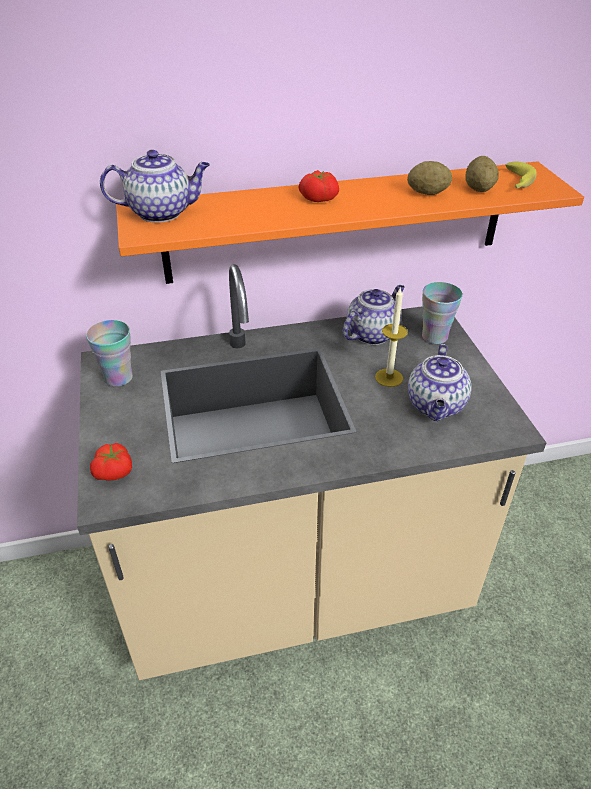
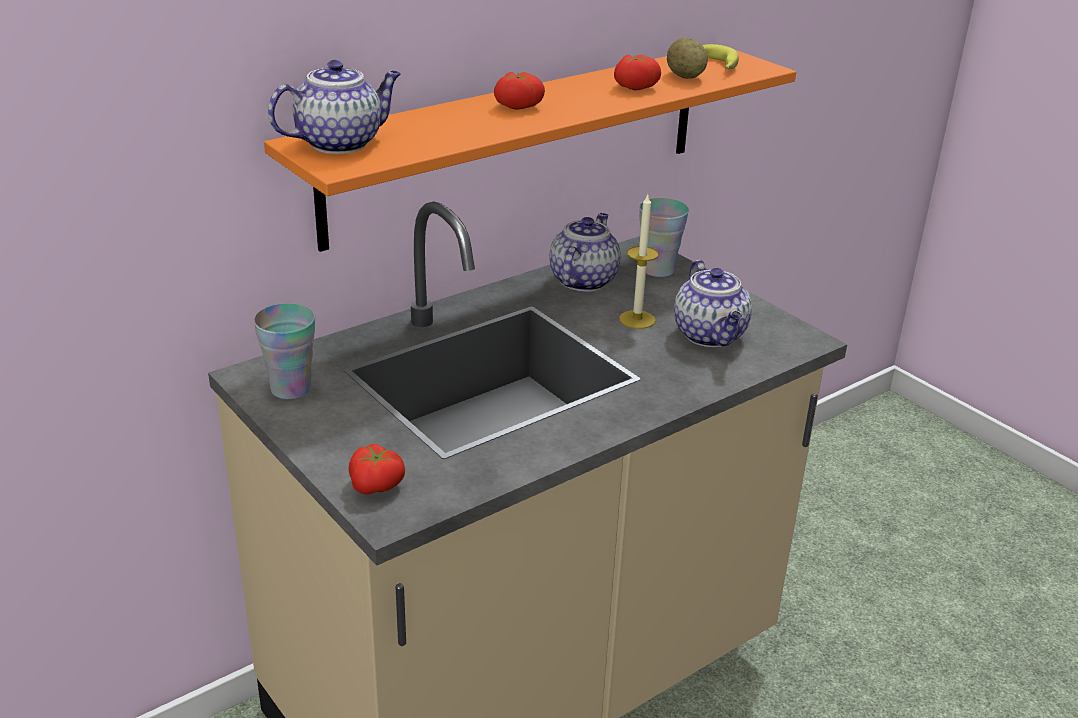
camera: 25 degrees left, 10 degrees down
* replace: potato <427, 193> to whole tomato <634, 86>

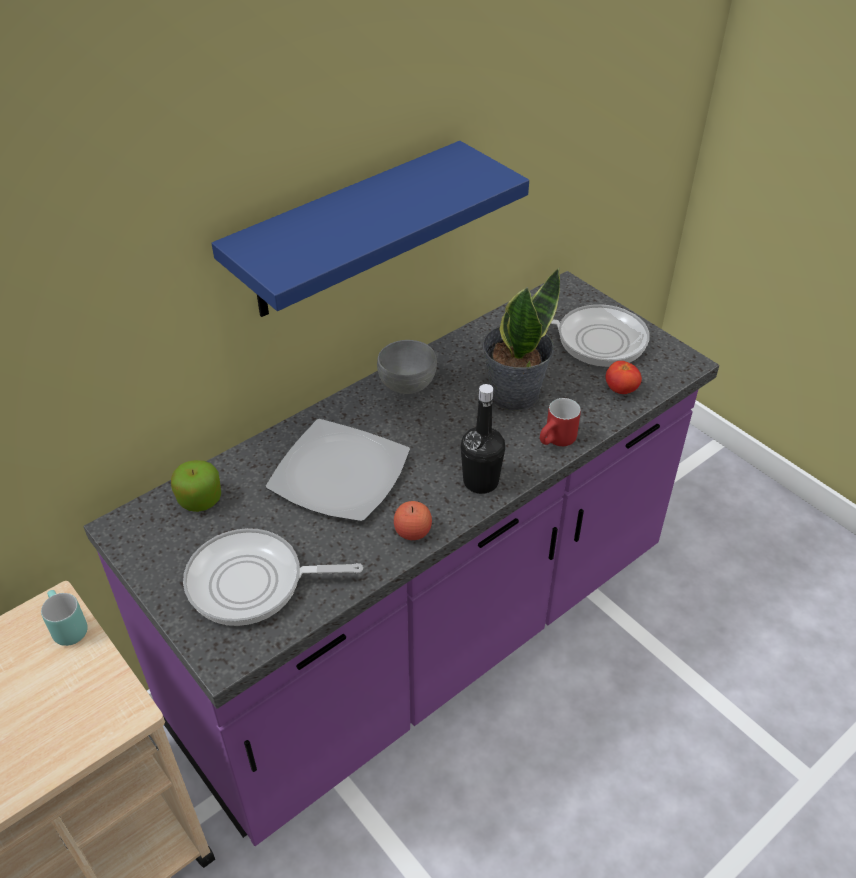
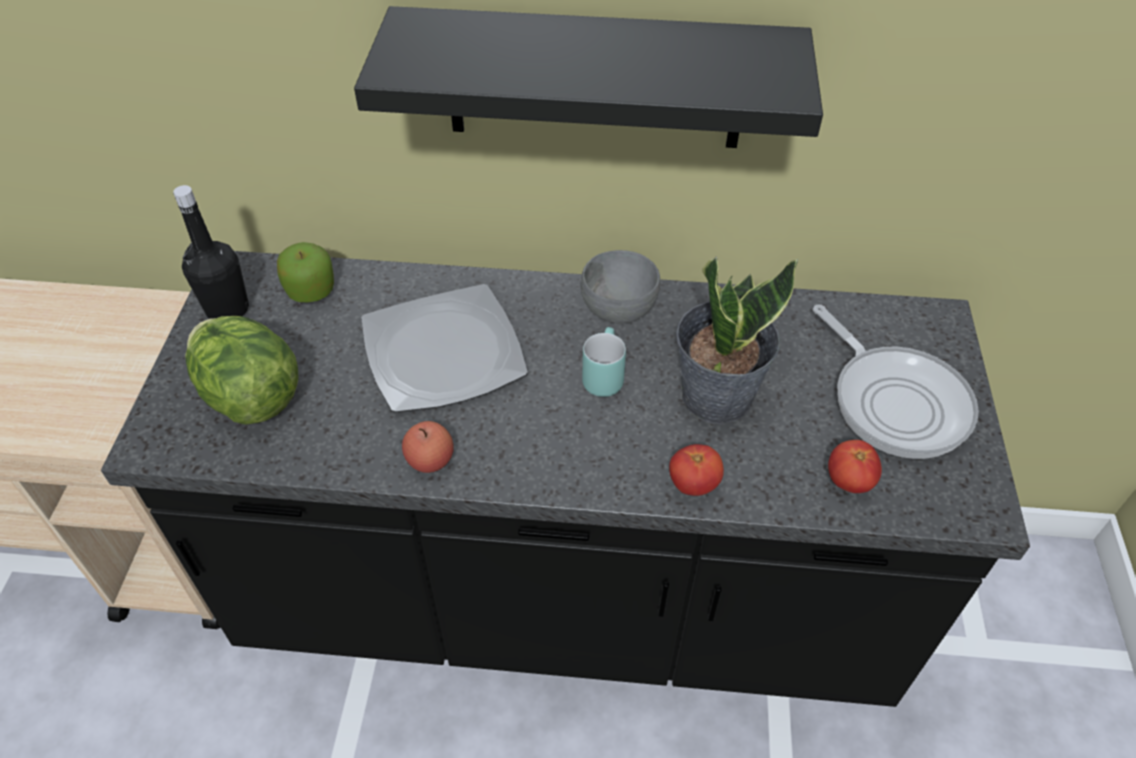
camera: 45 degrees right, 5 degrees up
* move: turquoise mug <65, 628> to <601, 375>
* recolor: purple counter <428, 641> to black-coloured counter <566, 601>
* replace: skillet <253, 583> to lettuce head <250, 396>
* recolor: blue bracket shelf <347, 232> to black-coloured bracket shelf <595, 79>
* move: black-coloured beverage bottle <480, 482> to <227, 309>
* replace: reddish mug <557, 442> to whole tomato <693, 484>

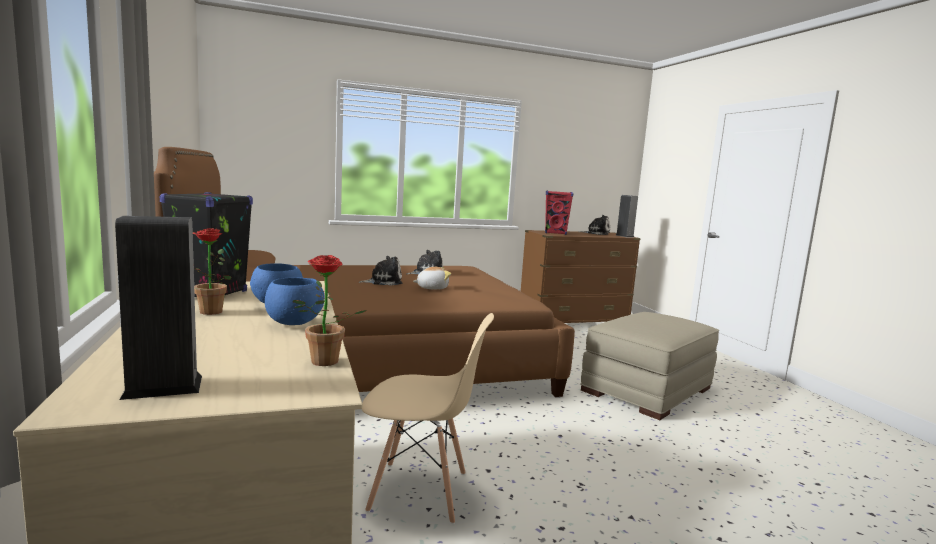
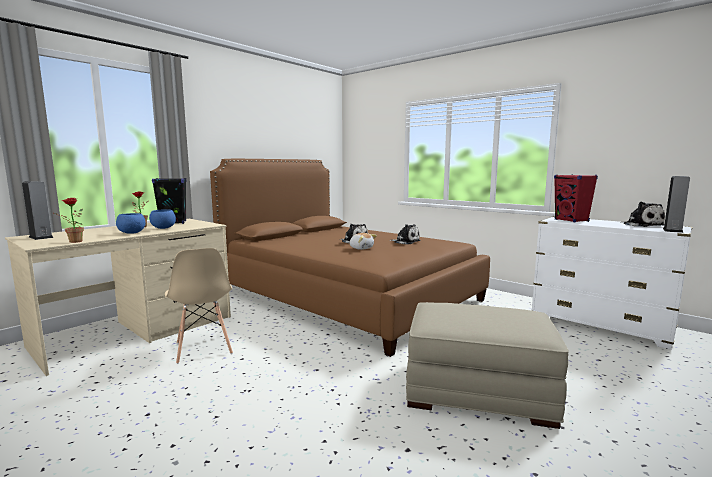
camera: 60 degrees right, 0 degrees up
* recolor: brown-coloured dresser <573, 321> to white dresser <600, 325>

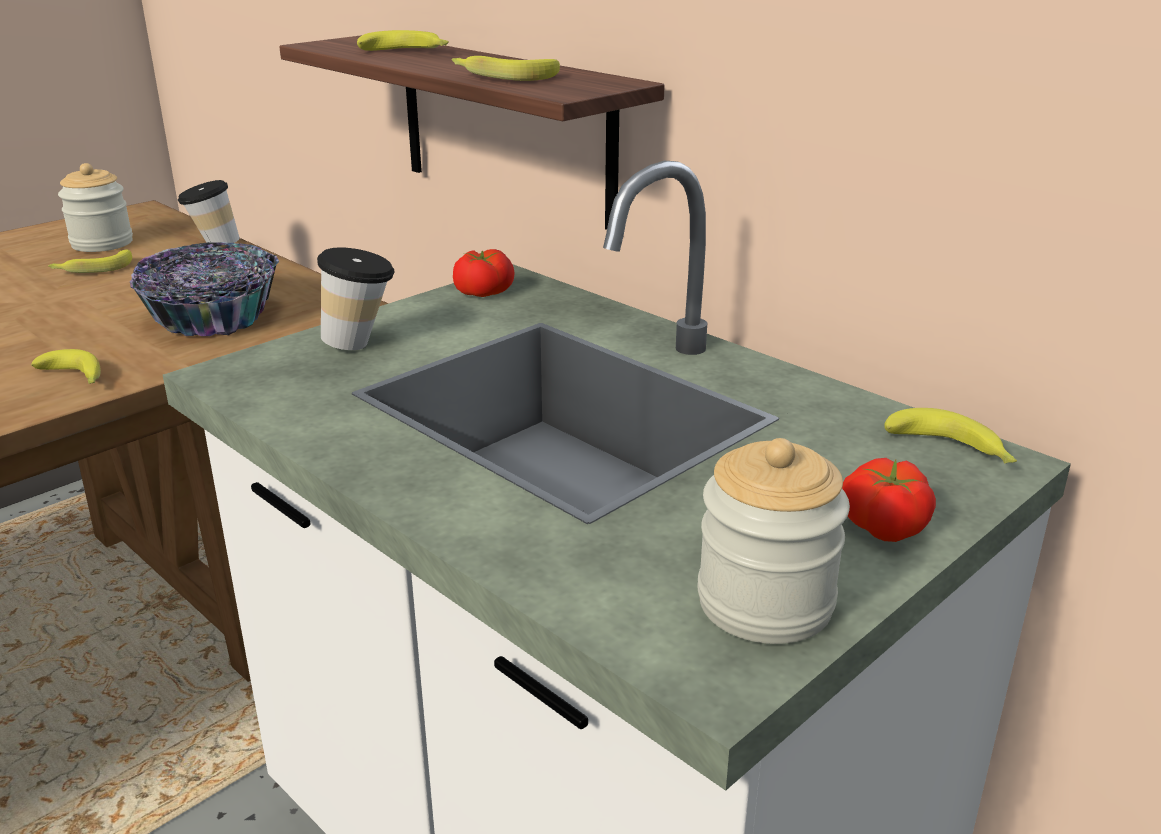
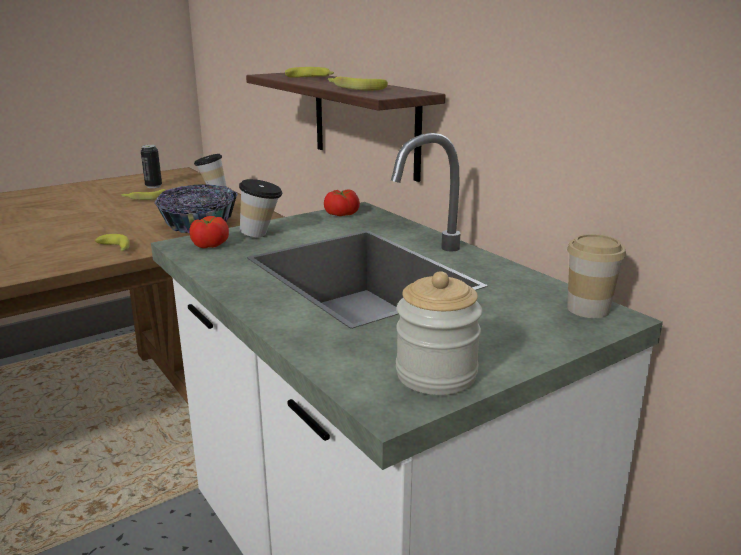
camera: 10 degrees right, 5 degrees down
* replace: storage jar <102, 243> to can <153, 186>
* move: whole tomato <882, 526> to <209, 245>
* replace: whole banana <952, 450> to small cup <588, 309>

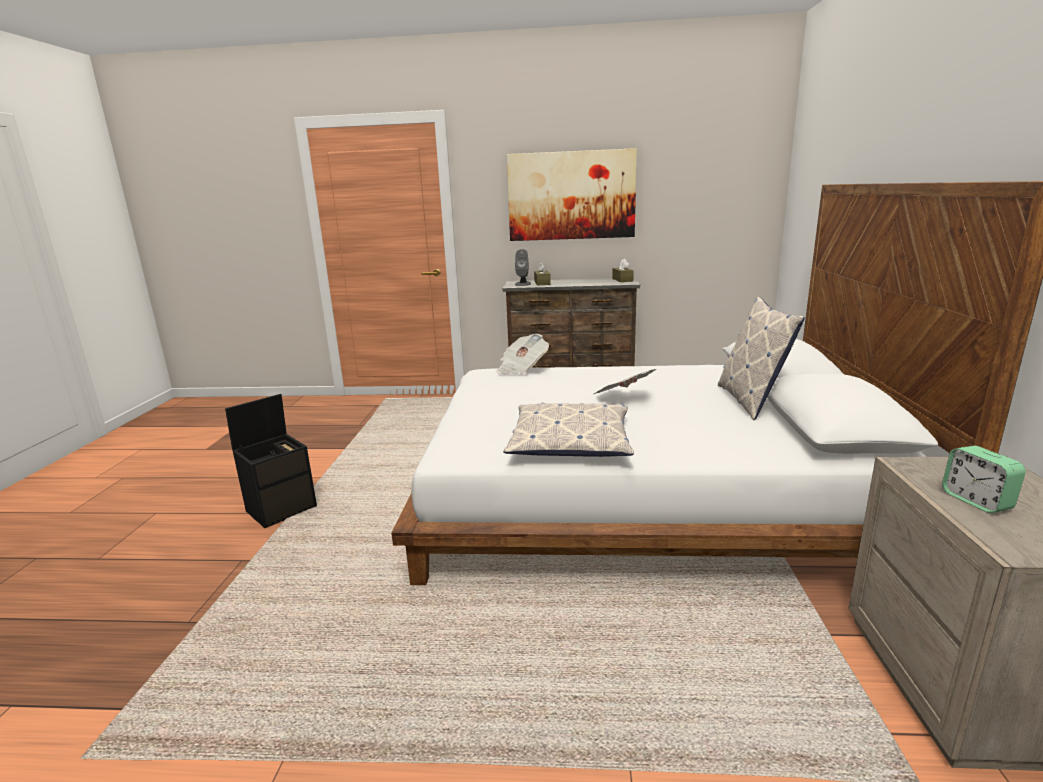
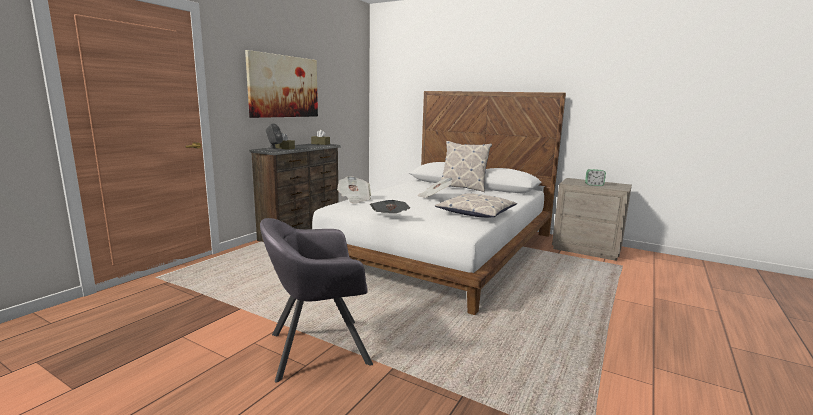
camera: 65 degrees left, 5 degrees down
* replace: black-coloured storage bin <282, 508> to greyish easy chair <318, 348>
* insert: newspaper <390, 218>

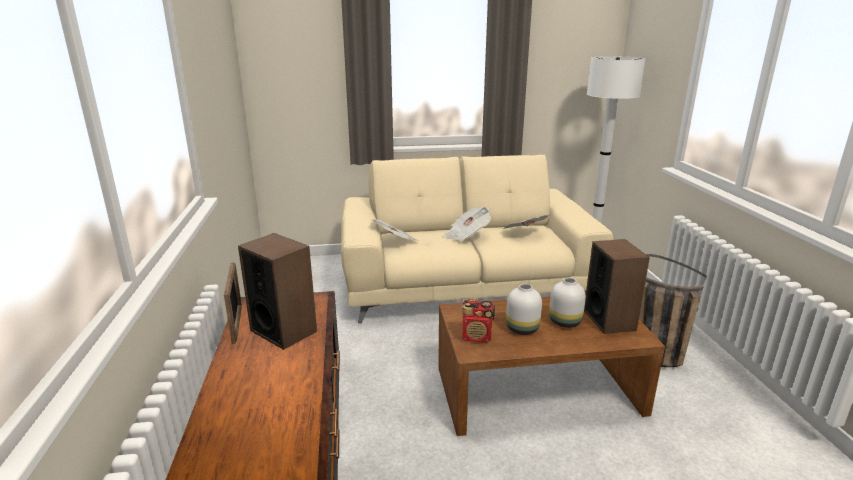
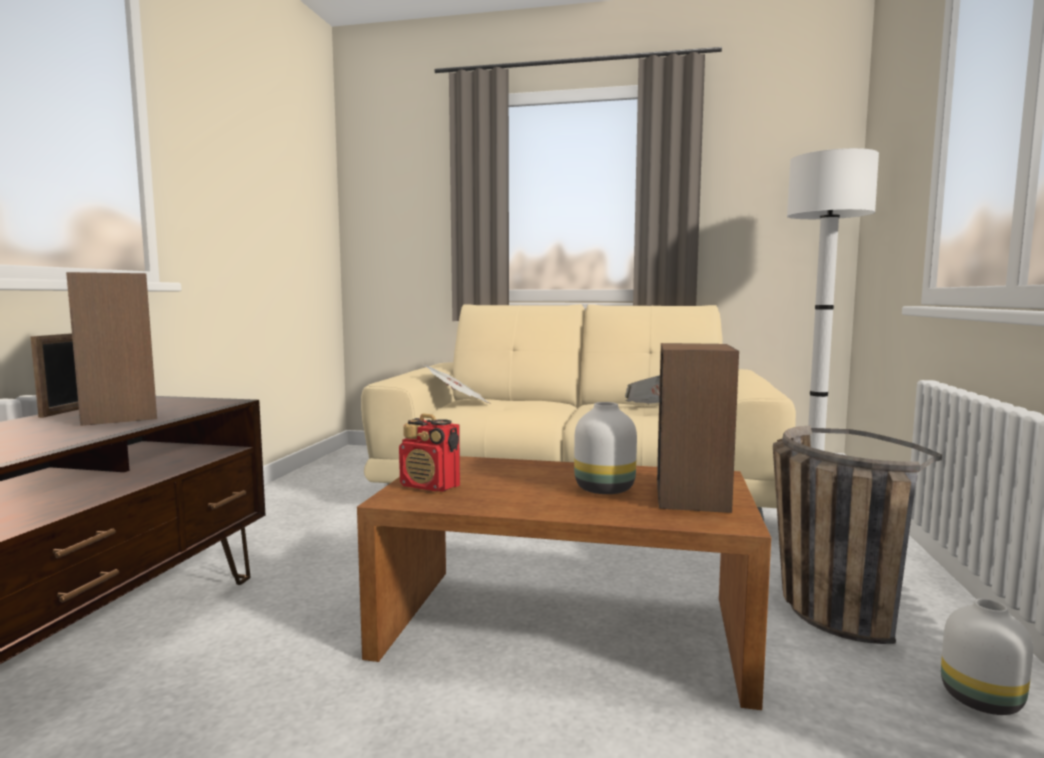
camera: 20 degrees right, 15 degrees down
* delete: newspaper <466, 235>
* move: white vase <523, 328> to <983, 700>

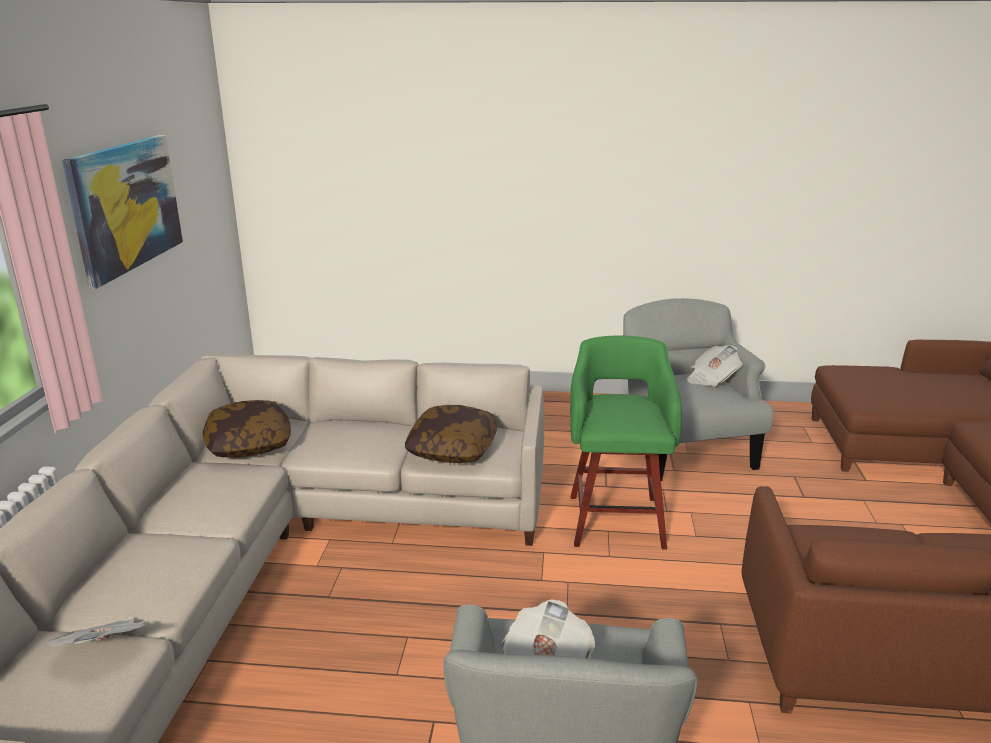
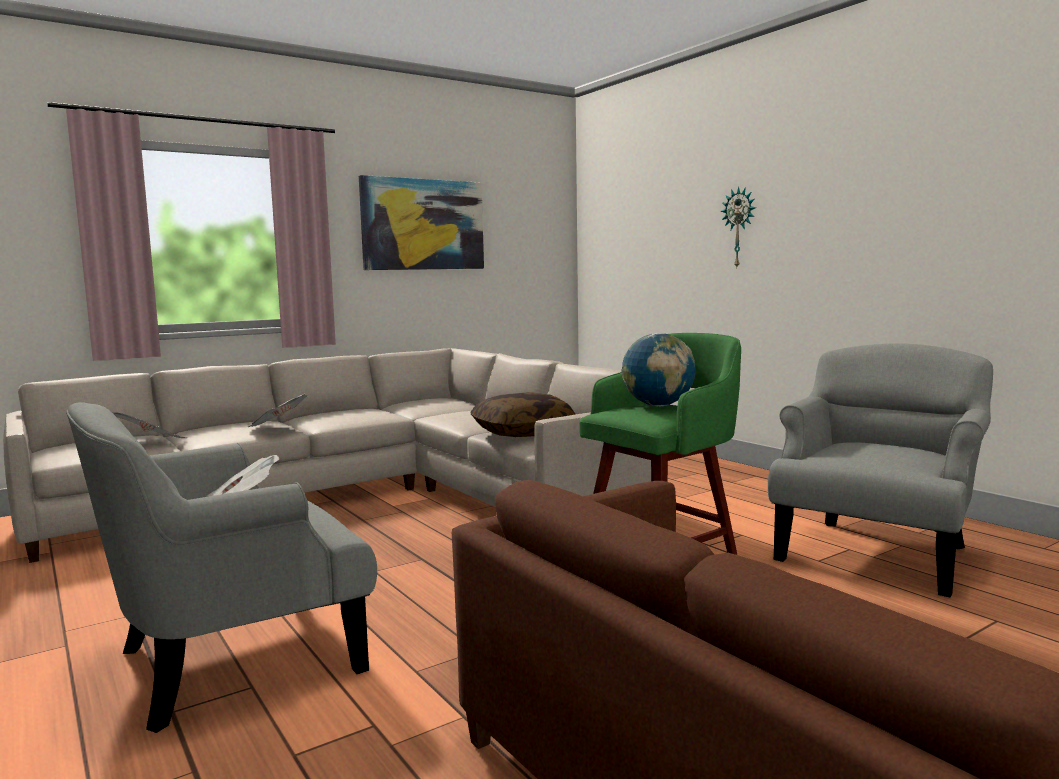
camera: 50 degrees right, 15 degrees down
* delete: pillow <248, 444>
* move: newspaper <712, 379> to <278, 427>
* insert: world globe <658, 405>
* insert: clock on the wall <740, 228>

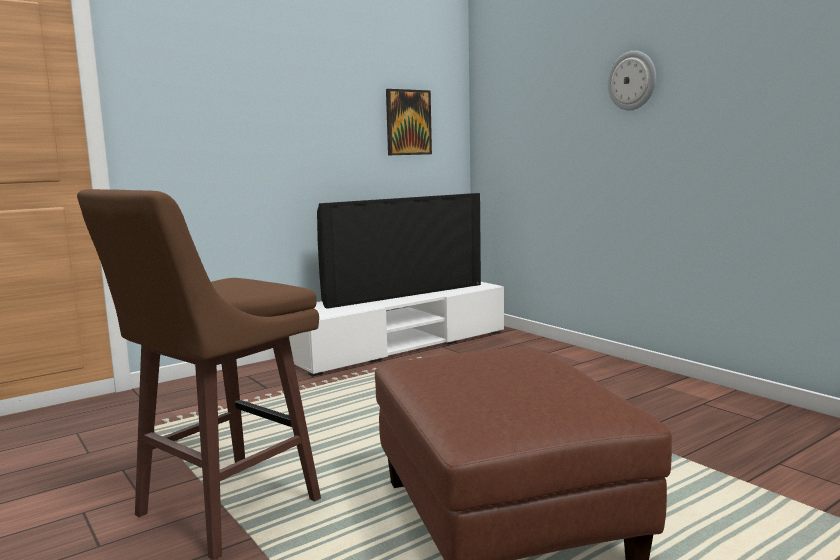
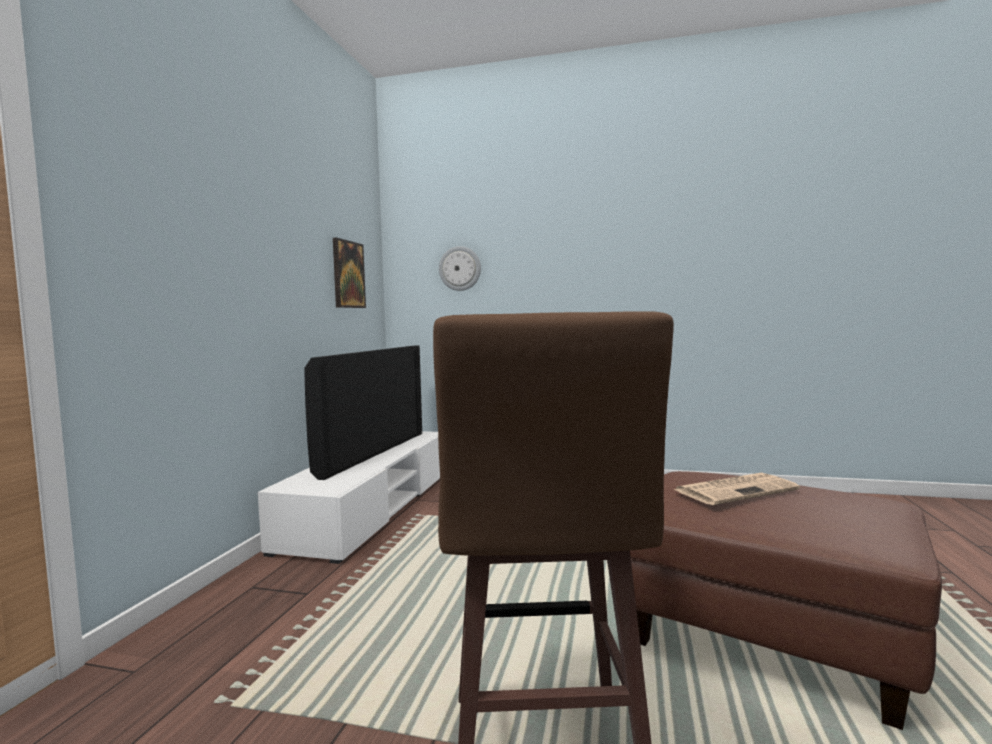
camera: 40 degrees left, 5 degrees down
* move: clock on the wall <632, 80> to <460, 268>
* insert: newspaper <736, 490>

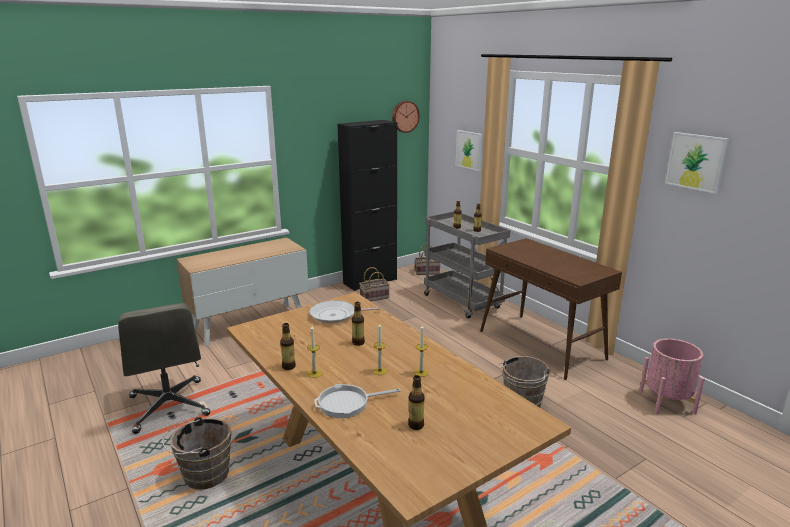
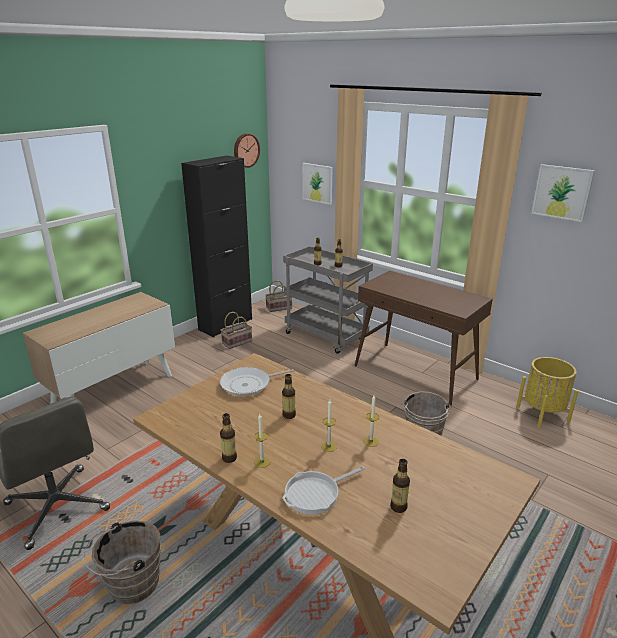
camera: 15 degrees left, 5 degrees up
* recolor: pink flower pot <667, 402> to yellow flower pot <542, 414>

